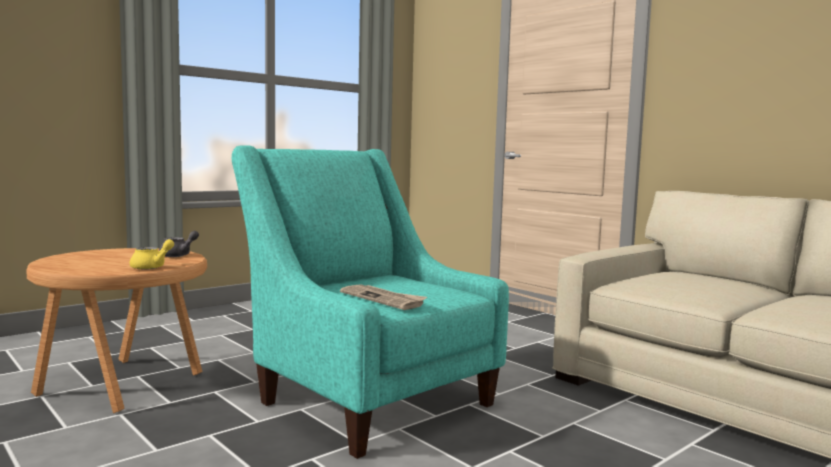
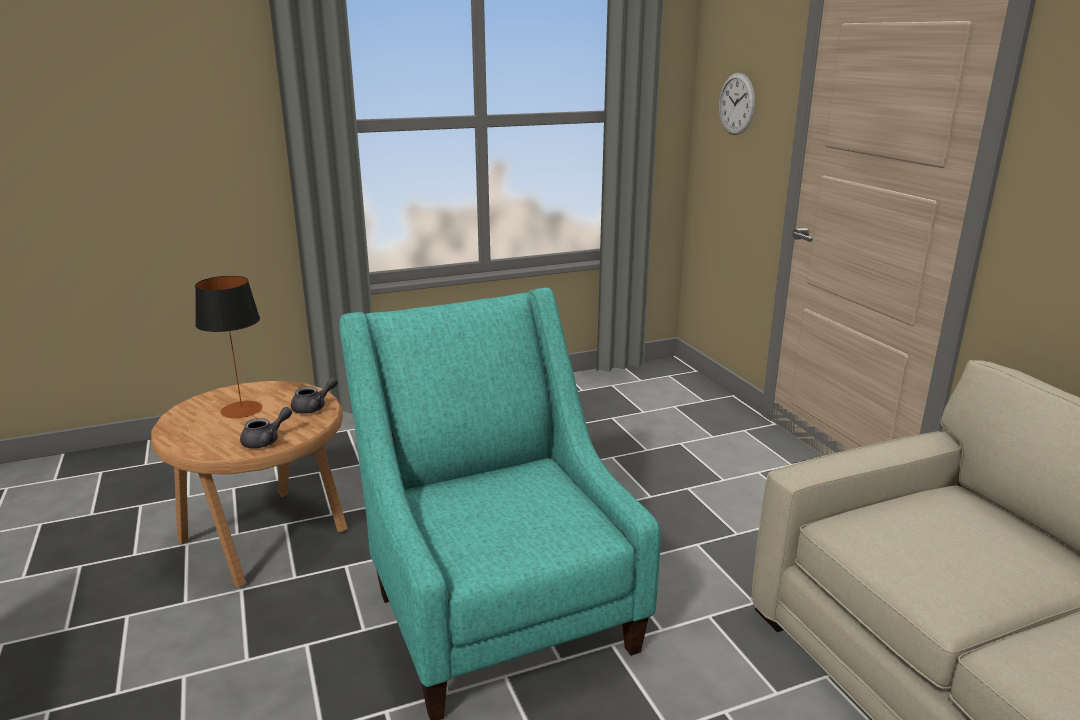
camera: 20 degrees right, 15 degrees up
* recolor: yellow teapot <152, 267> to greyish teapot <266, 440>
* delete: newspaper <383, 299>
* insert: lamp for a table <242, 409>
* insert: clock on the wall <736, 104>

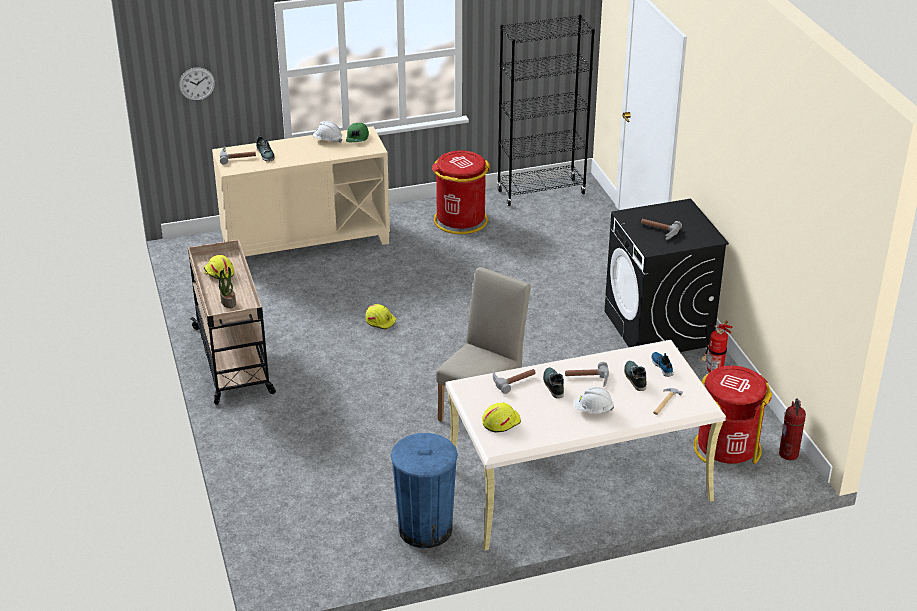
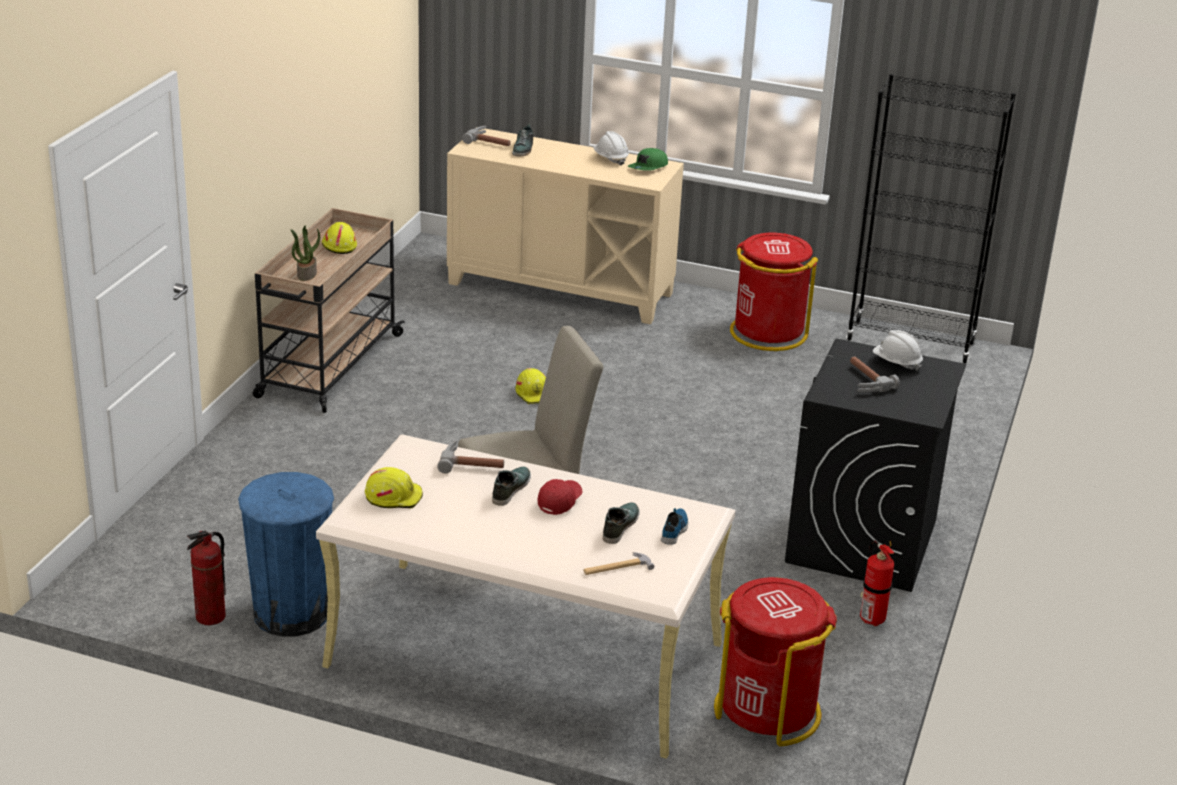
camera: 35 degrees right, 5 degrees down
* delete: clock on the wall <196, 83>
* replace: tool hammer <587, 379> to reddish baseball cap <560, 502>
* move: white work helmet <593, 410> to <896, 363>
* move: fire-fighting cylinder <789, 454> to <210, 617>

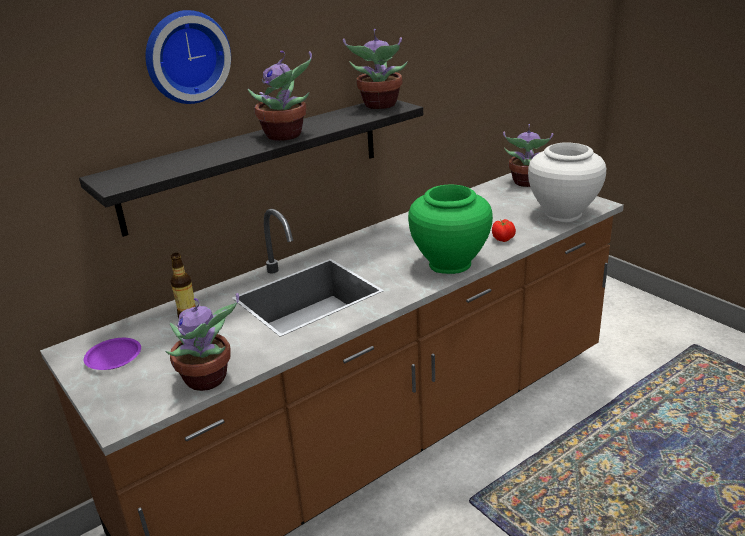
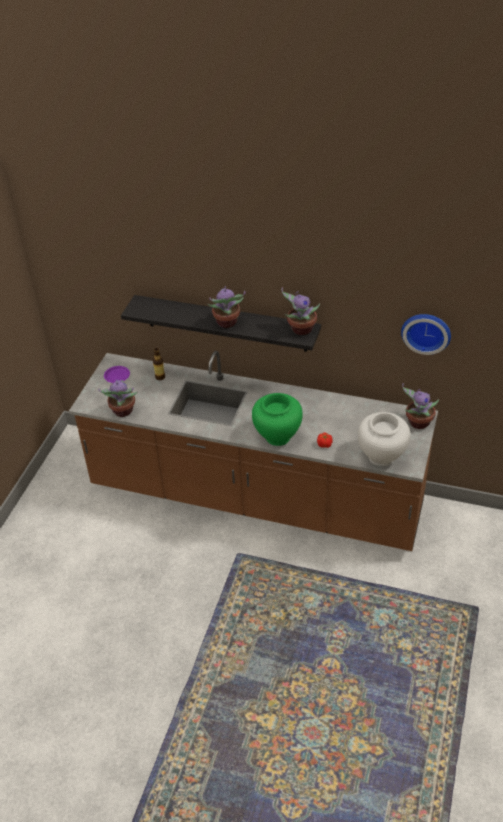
camera: 55 degrees right, 15 degrees up
* move: clock on the wall <186, 56> to <426, 331>

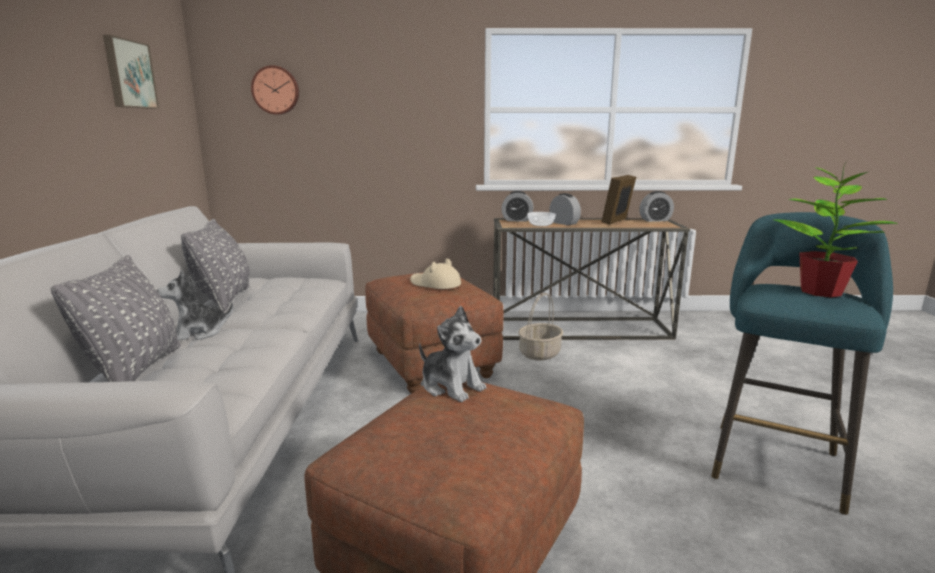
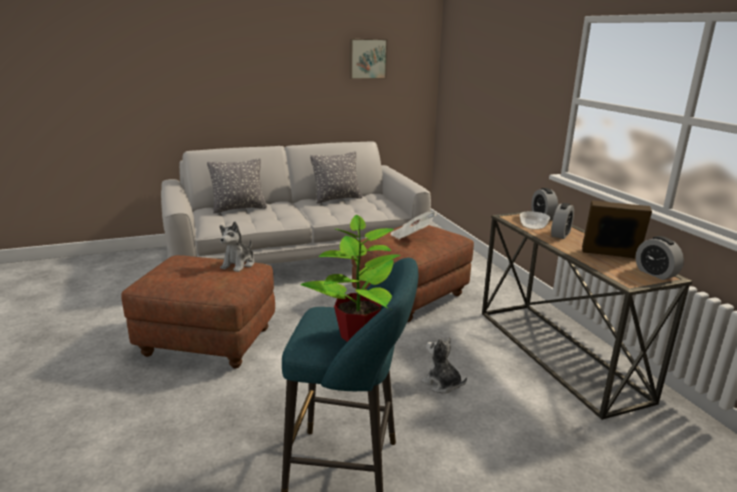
camera: 70 degrees right, 5 degrees up
* move: cuddly toy <198, 333> to <442, 384>
* delete: clock on the wall <276, 90>
* replace: sand-coloured hat <435, 284> to newspaper <412, 236>
* delete: basket <539, 353>

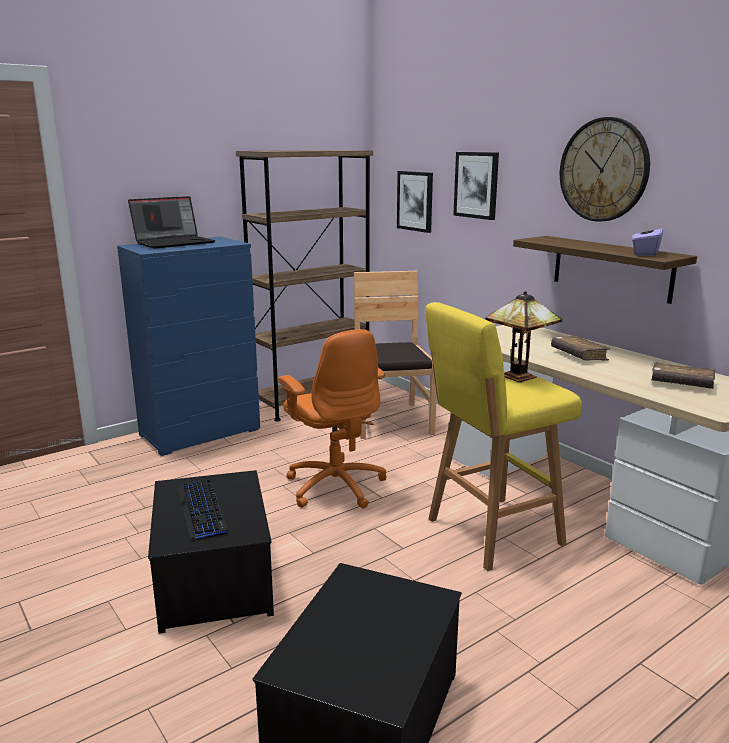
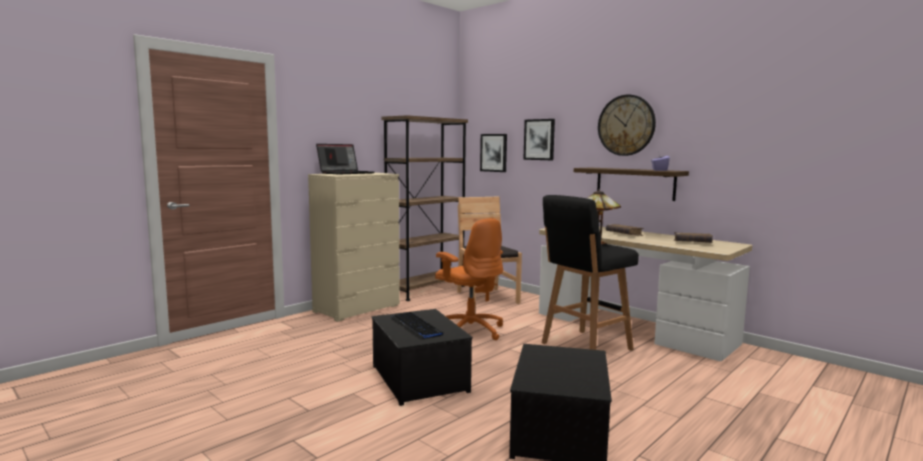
camera: 10 degrees left, 10 degrees down
* recolor: blue dresser <201, 432> to sand-coloured dresser <357, 308>
* recolor: yellow sitting stool <490, 533> to black-coloured sitting stool <584, 347>

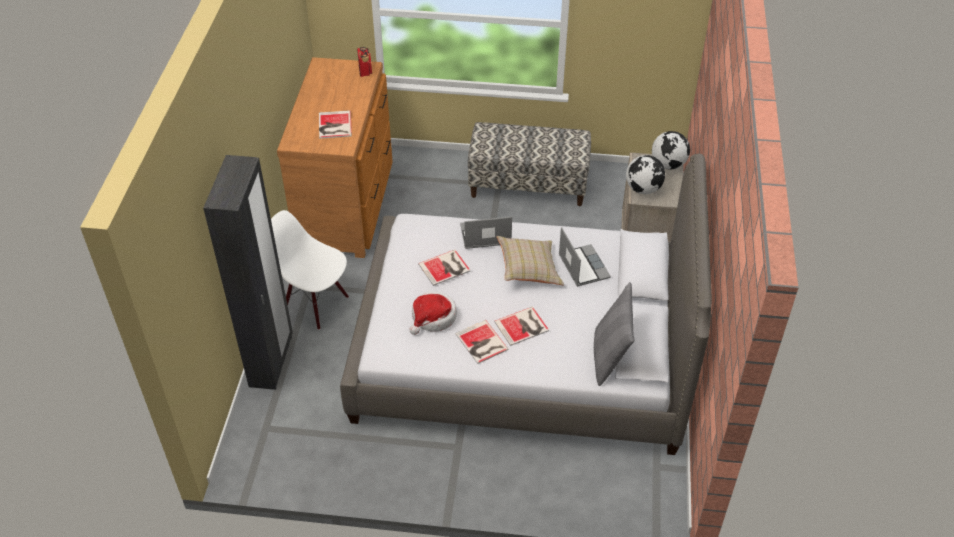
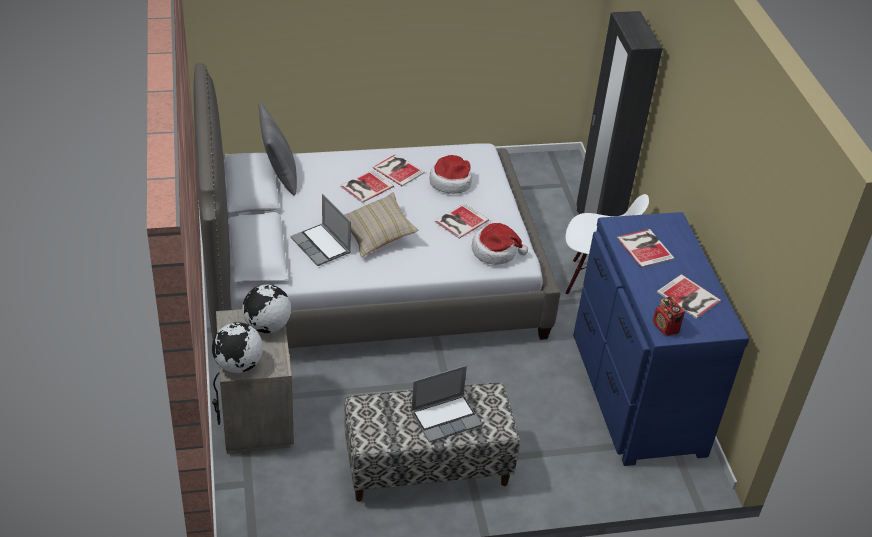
camera: 160 degrees right, 5 degrees down
* recolor: brown-coloured dresser <347, 205> to blue dresser <635, 394>
* move: notebook computer <485, 235> to <446, 418>
* insert: hat <495, 251>
* insert: volume <689, 298>

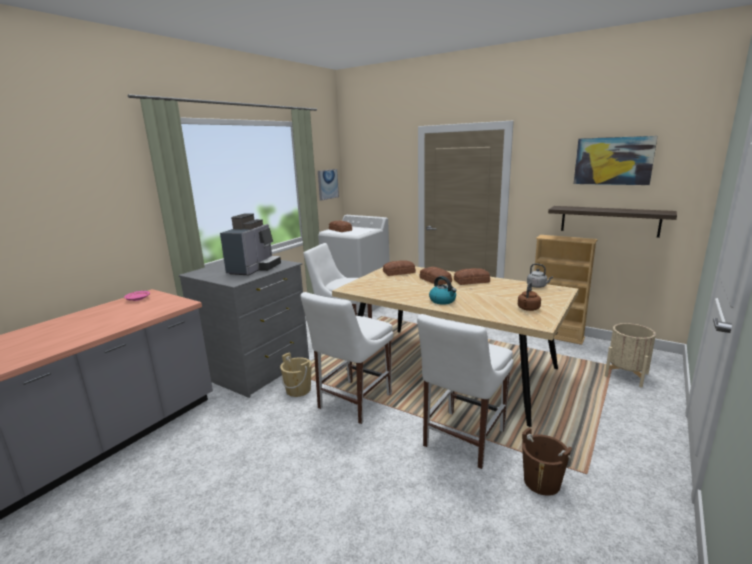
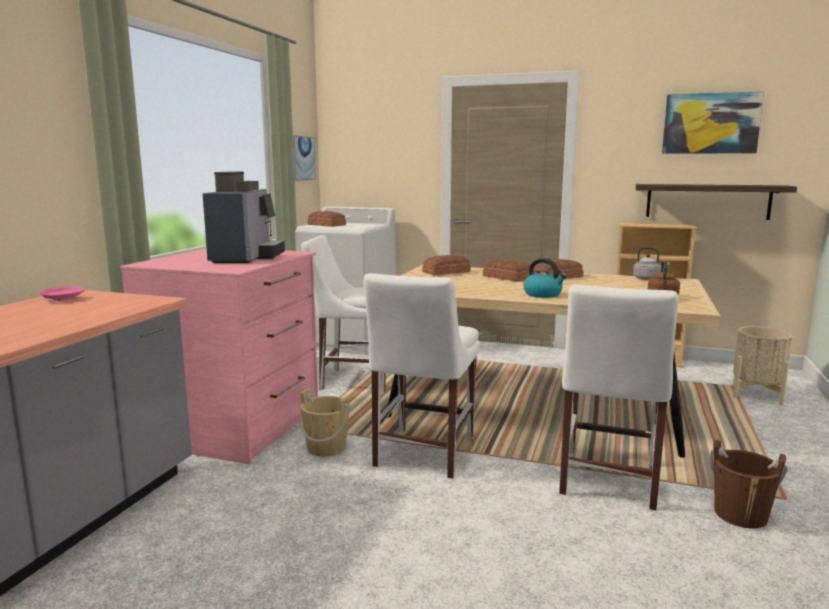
camera: 15 degrees left, 5 degrees down
* recolor: greyish dresser <256, 368> to pink dresser <237, 427>

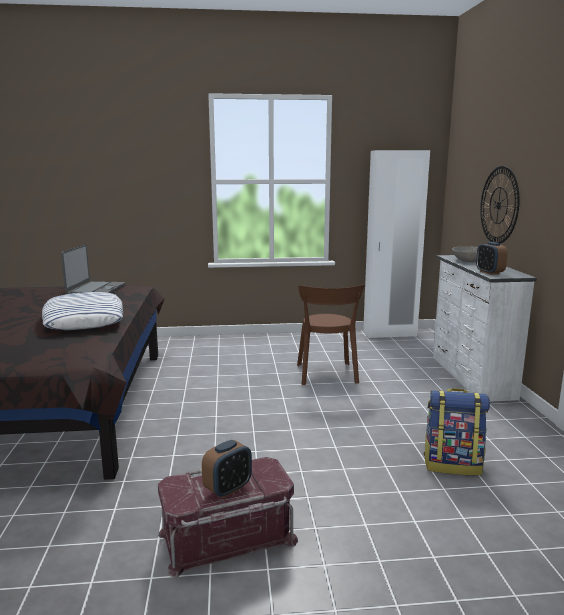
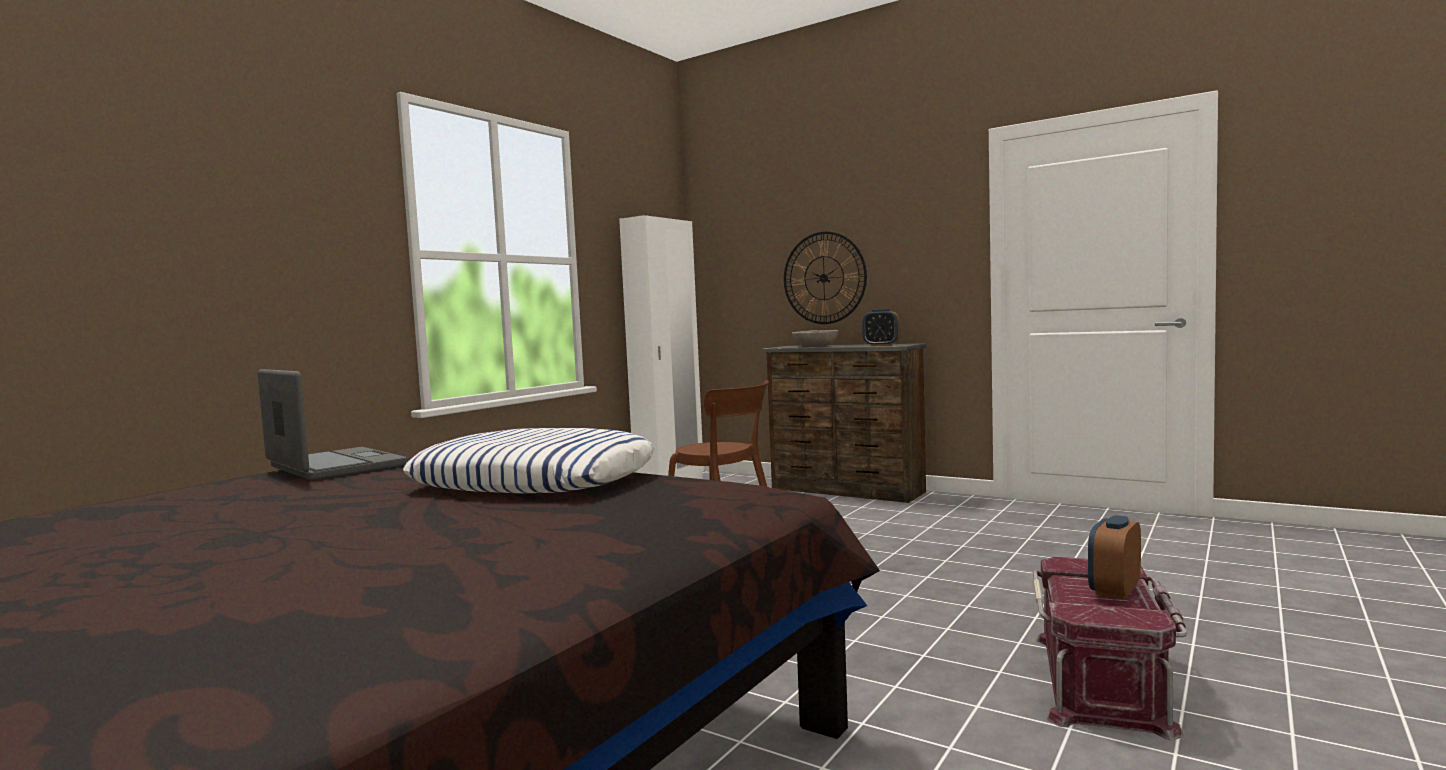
camera: 50 degrees left, 10 degrees down
* rotate: table clock <228, 489> = <1114, 591> 135 degrees counterclockwise
* delete: rucksack <452, 465>
* recolor: white dresser <470, 377> to brown-coloured dresser <846, 491>

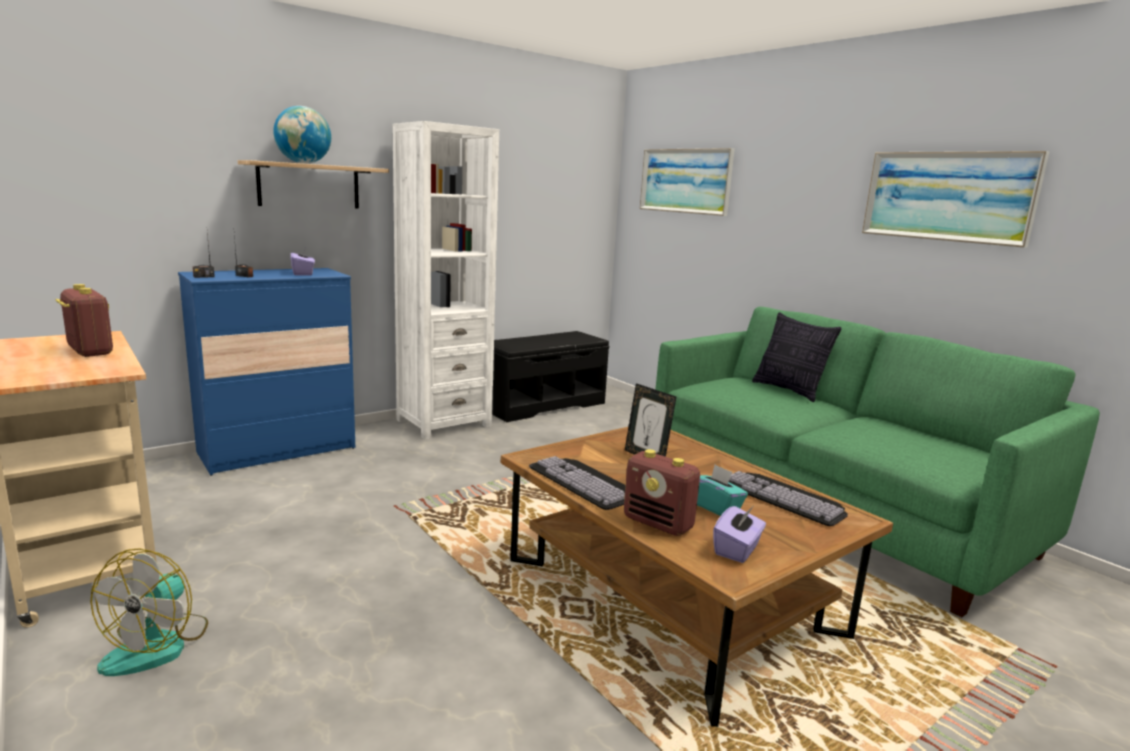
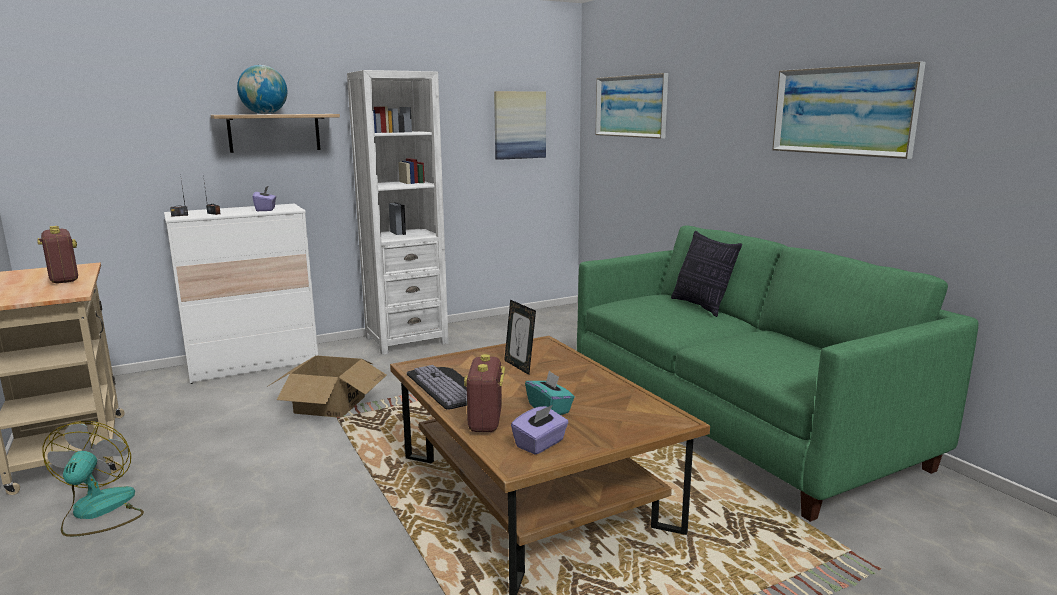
camera: 10 degrees right, 0 degrees up
* rotate: cooling fan <158, 645> = <98, 512> 150 degrees clockwise
* recolor: blue dresser <277, 451> to white dresser <253, 364>
* delete: black-coloured indoor bench <542, 404>
* rotate: radio set <658, 523> = <485, 421> 45 degrees clockwise
* delete: computer keyboard <785, 496>
* insert: carton <330, 404>
* insert: wall art <519, 125>

